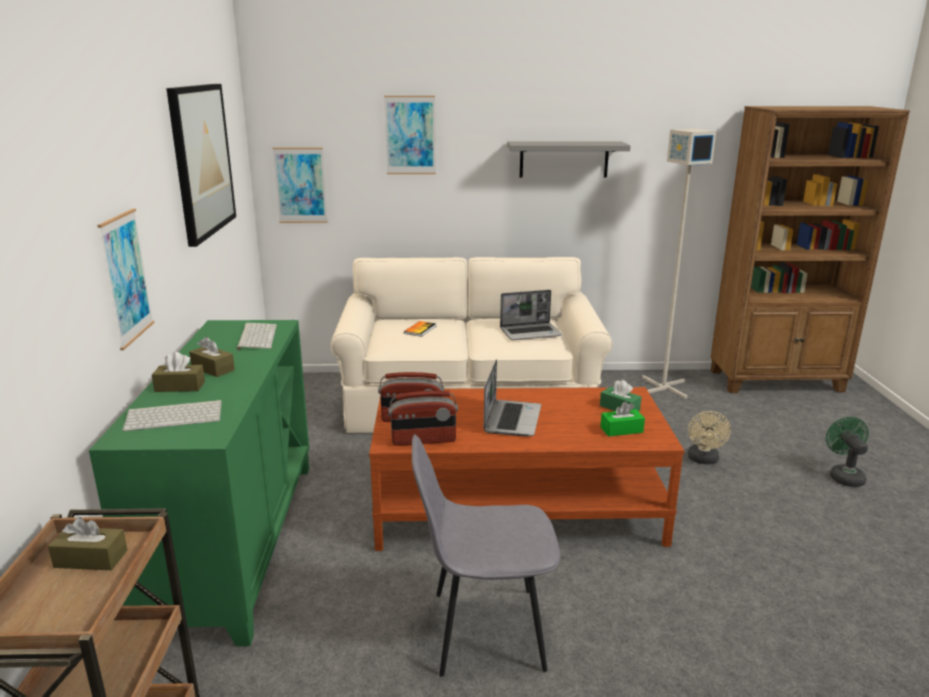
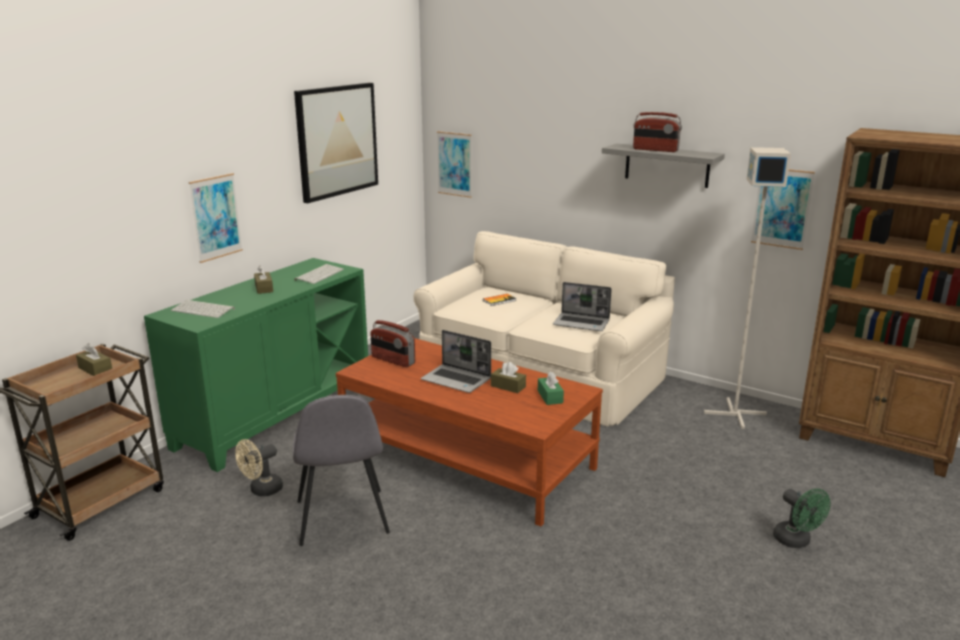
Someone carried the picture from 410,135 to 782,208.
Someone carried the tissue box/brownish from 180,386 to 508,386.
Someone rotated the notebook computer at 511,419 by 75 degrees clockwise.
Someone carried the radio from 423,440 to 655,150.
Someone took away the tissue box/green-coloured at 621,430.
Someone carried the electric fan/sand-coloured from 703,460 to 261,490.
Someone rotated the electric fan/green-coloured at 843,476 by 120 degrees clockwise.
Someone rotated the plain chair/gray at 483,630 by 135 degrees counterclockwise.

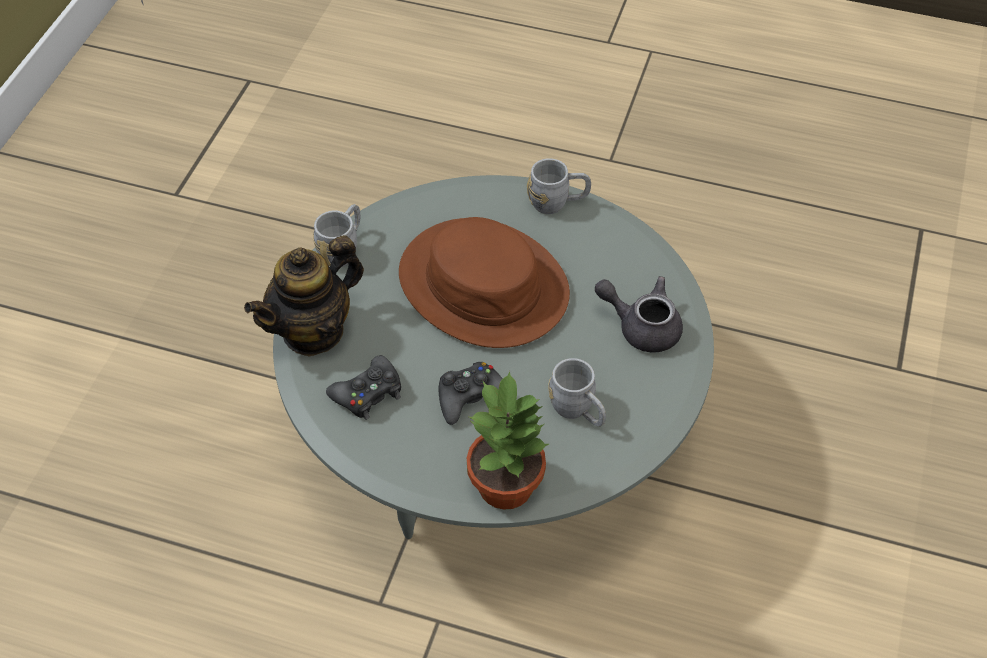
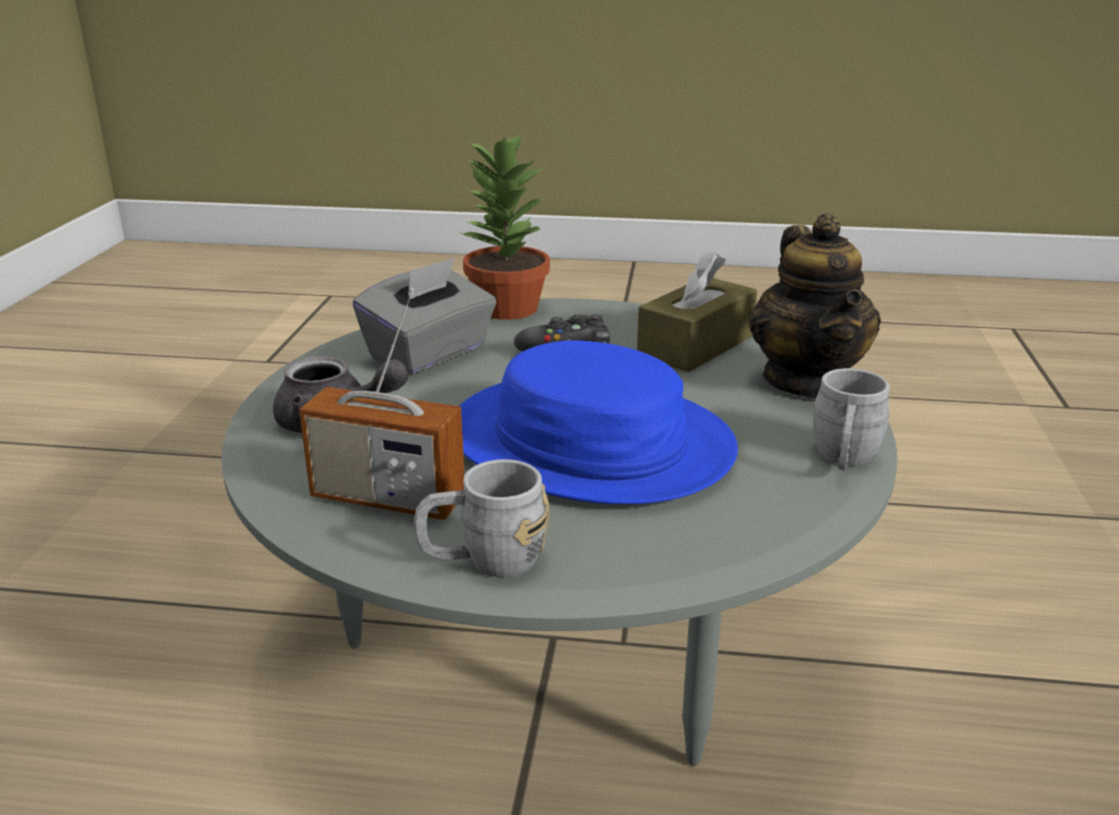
Someone repainted the clothing hat/brownish at 484,284, which became the clothing hat/blue at 589,442.
Someone rotated the pot for tea at 313,331 by 135 degrees clockwise.
Someone swapped the game controller/black-coloured at 368,393 for the tissue box/brownish at 696,346.
Someone swapped the coffee mug/gray at 578,411 for the tissue box/gray at 430,353.
Someone put down the radio at 388,498.

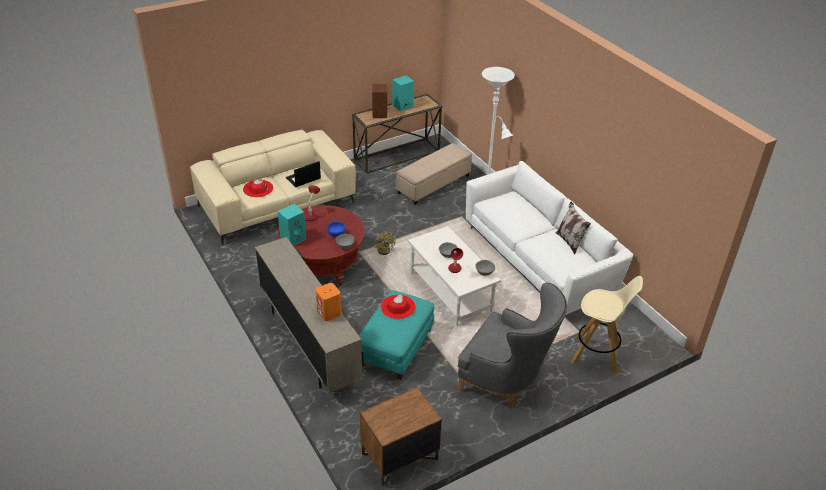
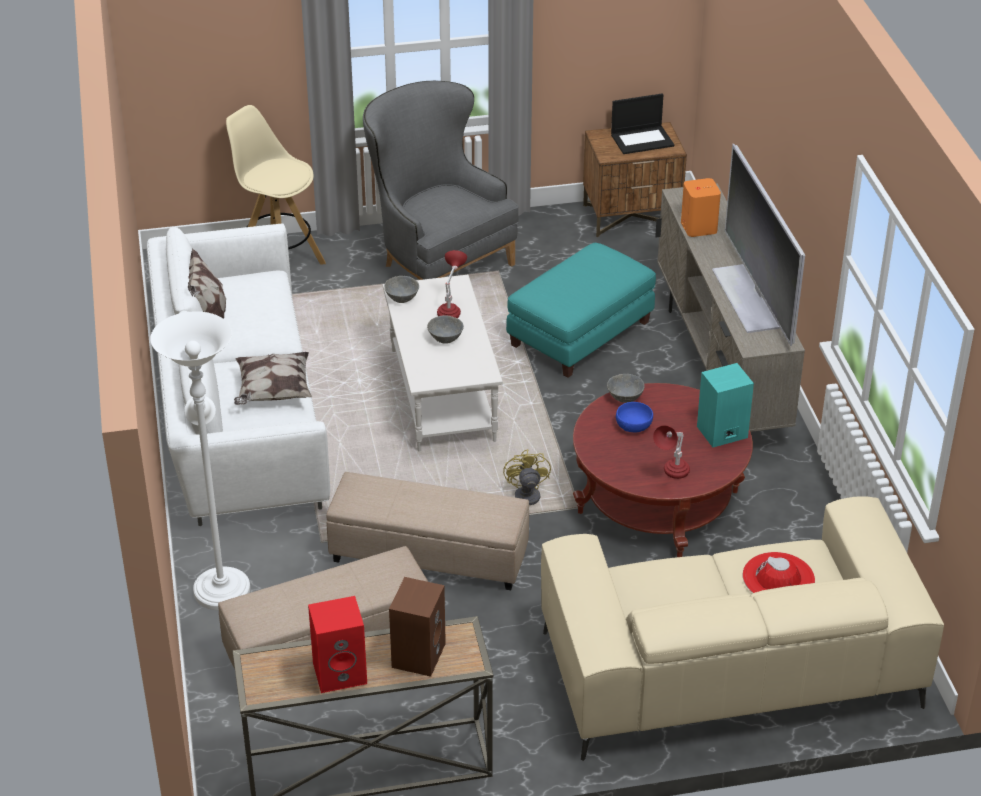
Someone repainted the loudspeaker/turquoise-coloured at 402,106, which became the loudspeaker/red at 341,672.
Someone carried the notebook computer from 303,178 to 642,140.
Someone took away the clothing hat/red at 398,307.
Someone put down the TV at 747,298.
Someone put down the pillow at 273,392.
Someone put down the pouffe/sand-coloured at 428,555.

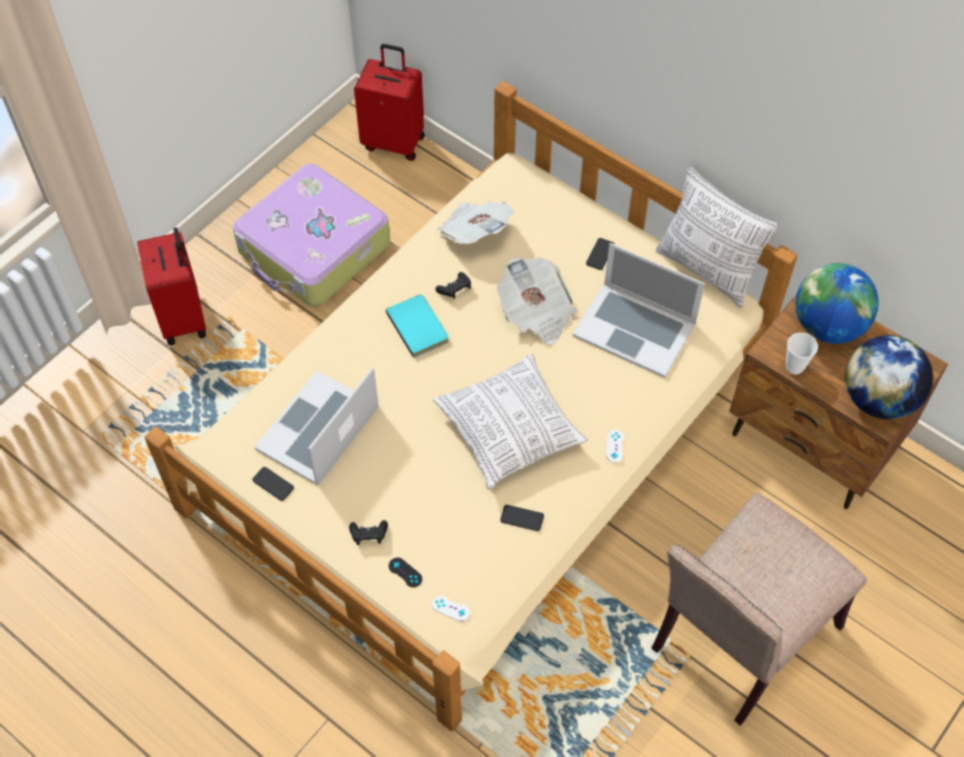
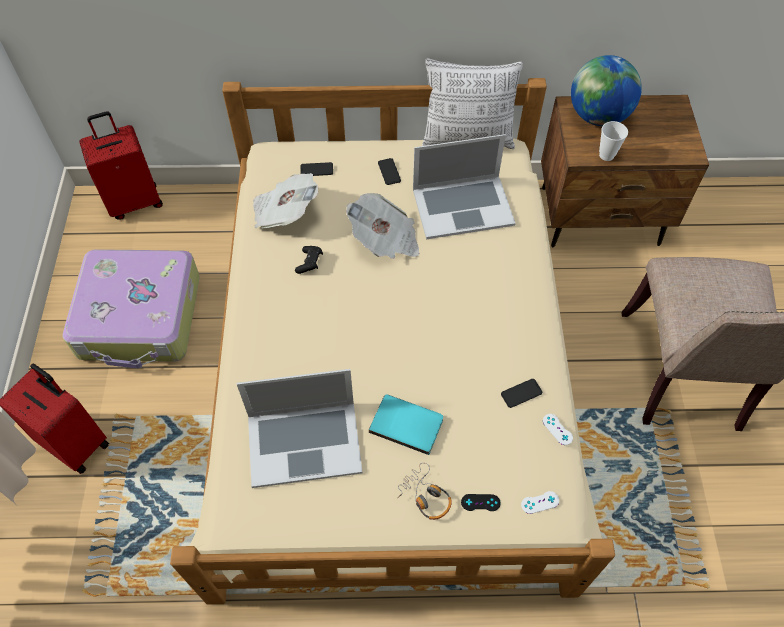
Someone carried the volume/turquoise-coloured from 419,326 to 407,423.
Someone took away the desk globe at 878,399.
Someone took away the pillow at 509,430.
Someone rotated the notebook computer at 318,428 by 90 degrees counterclockwise.
Someone carried the game controller/whitish from 615,446 to 557,429.
Someone carried the phone from 273,484 to 316,169.
Someone swapped the game controller/black-coloured at 369,535 for the headphones at 425,496.

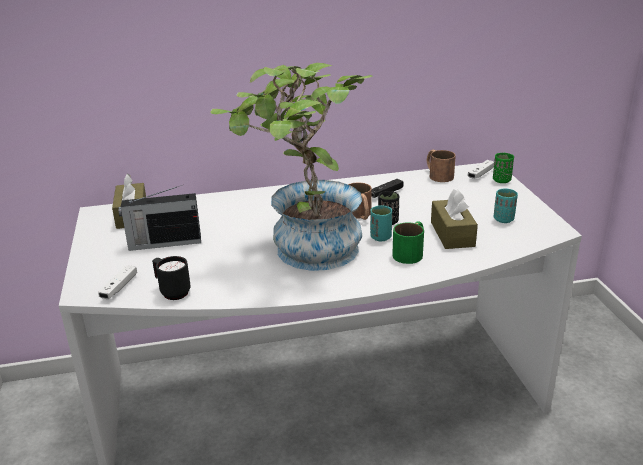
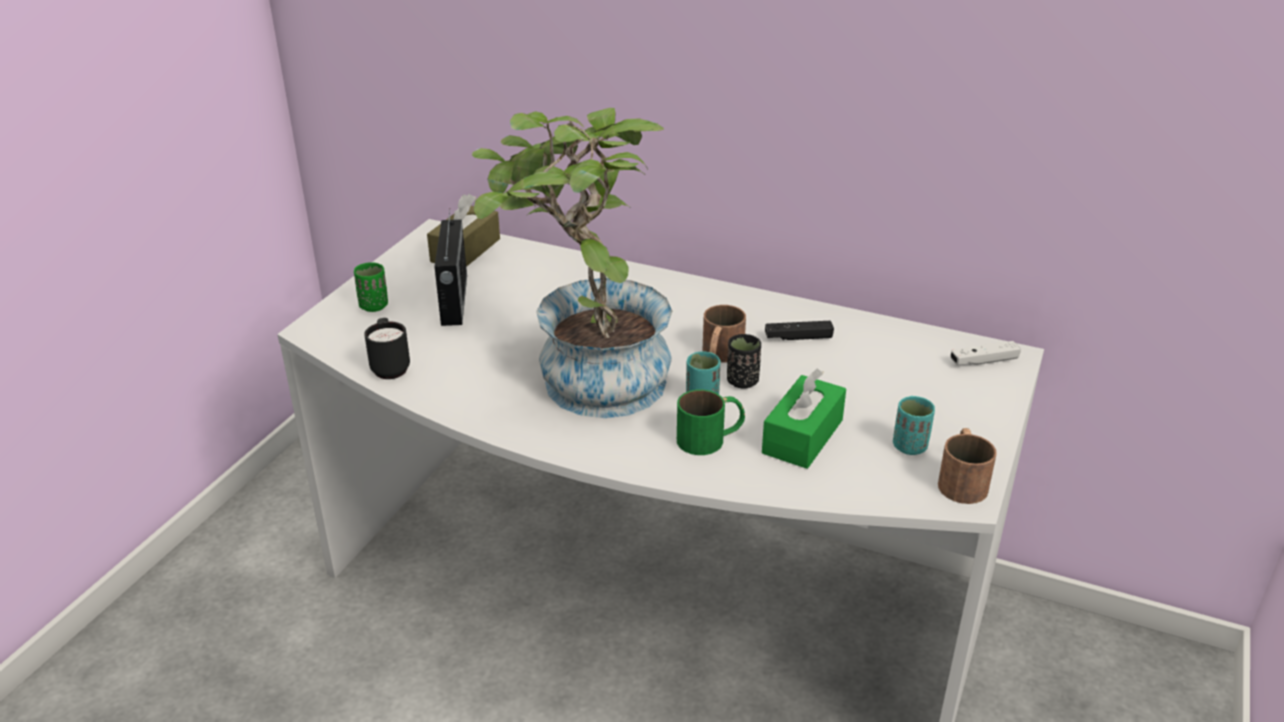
Someone carried the coffee mug/brownish from 437,175 to 961,479.
Someone carried the drinking cup/green-coloured from 501,180 to 374,306.
Someone rotated the radio at 163,243 by 120 degrees counterclockwise.
Someone repainted the tissue box/brownish at 452,234, which became the tissue box/green-coloured at 802,436.
Someone took away the game controller/whitish at 119,287.

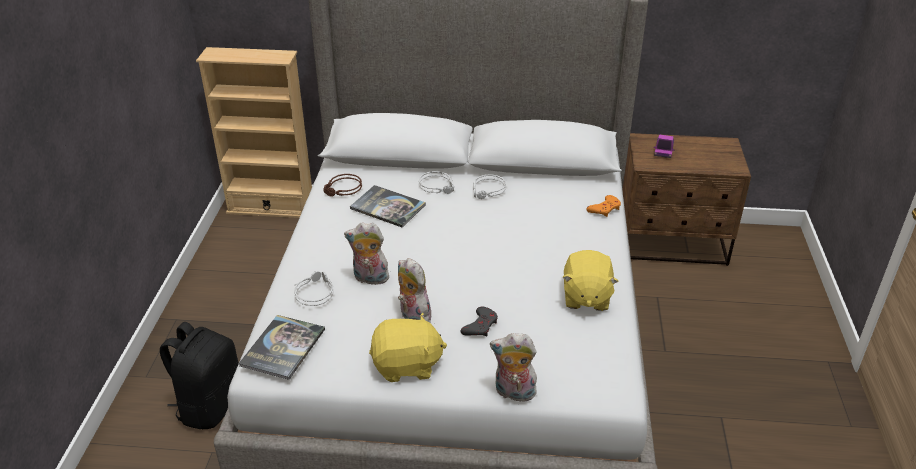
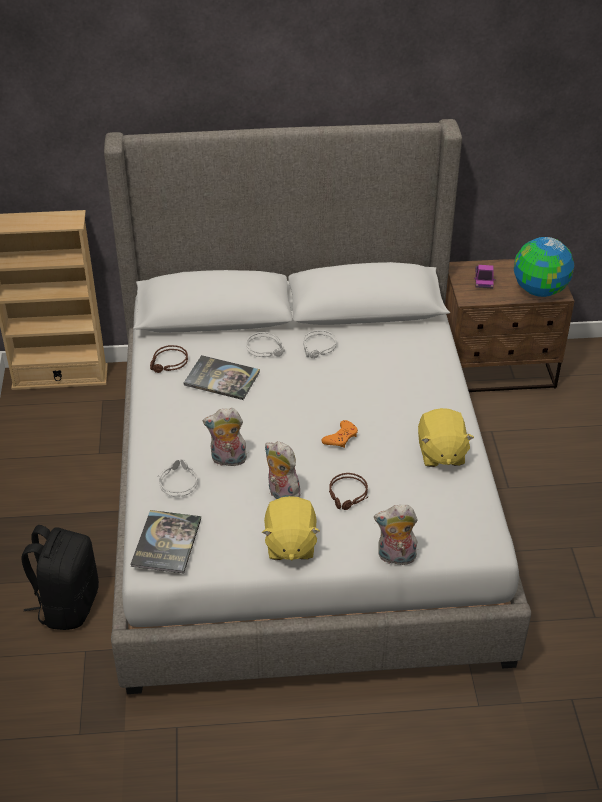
Someone carried the game controller/orangey from 604,209 to 341,437.
Someone swapped the game controller/gray at 480,326 for the headphones/brownish at 348,495.
Someone rotated the cuddly toy/yellow-coloured at 407,365 by 105 degrees clockwise.
Someone put down the desk globe at 539,290.

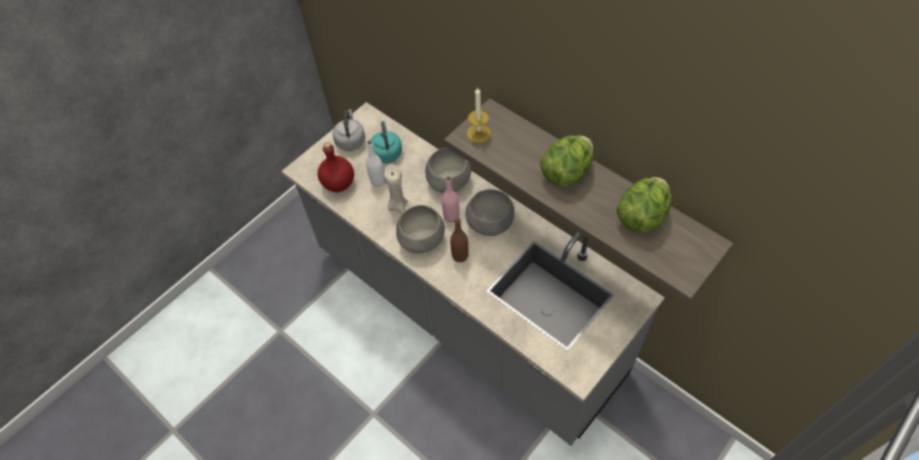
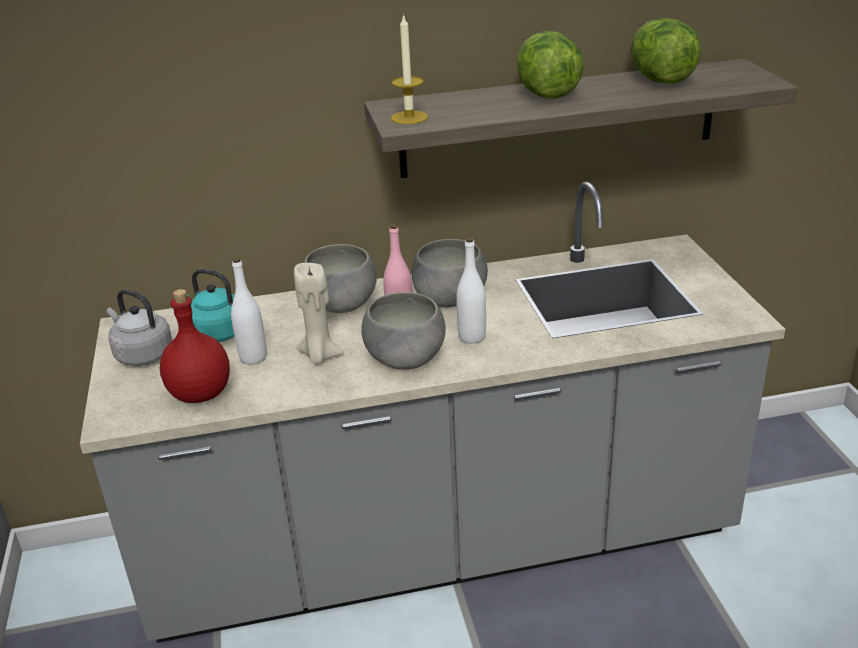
Someone repainted the beverage bottle/brownish at 460,256, which became the beverage bottle/whitish at 472,337.

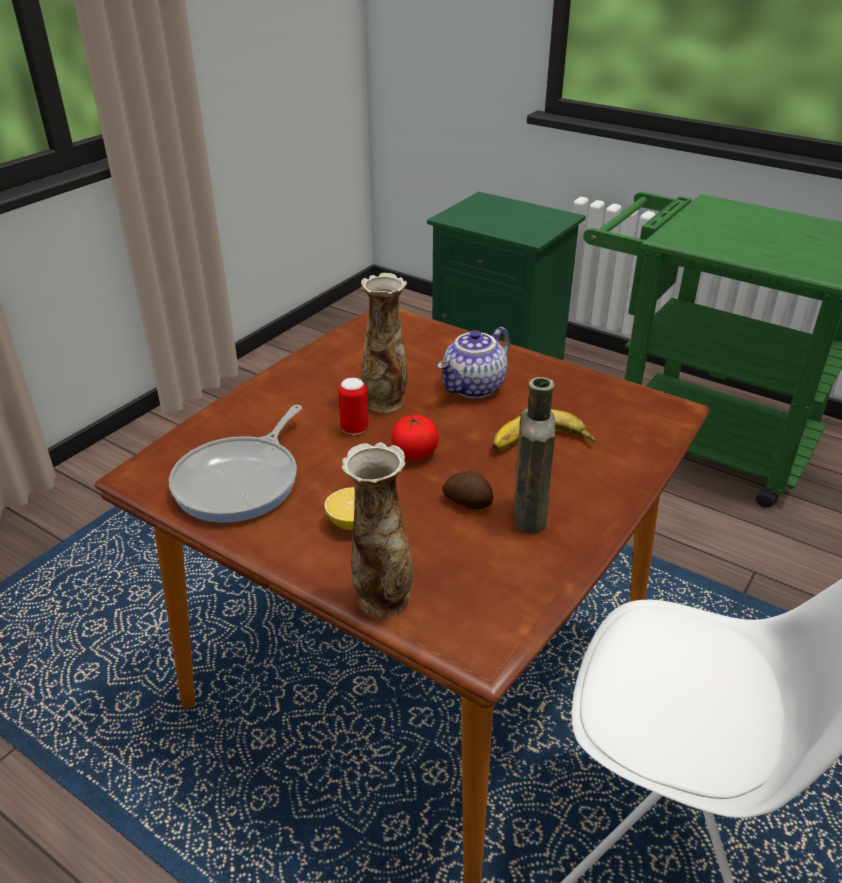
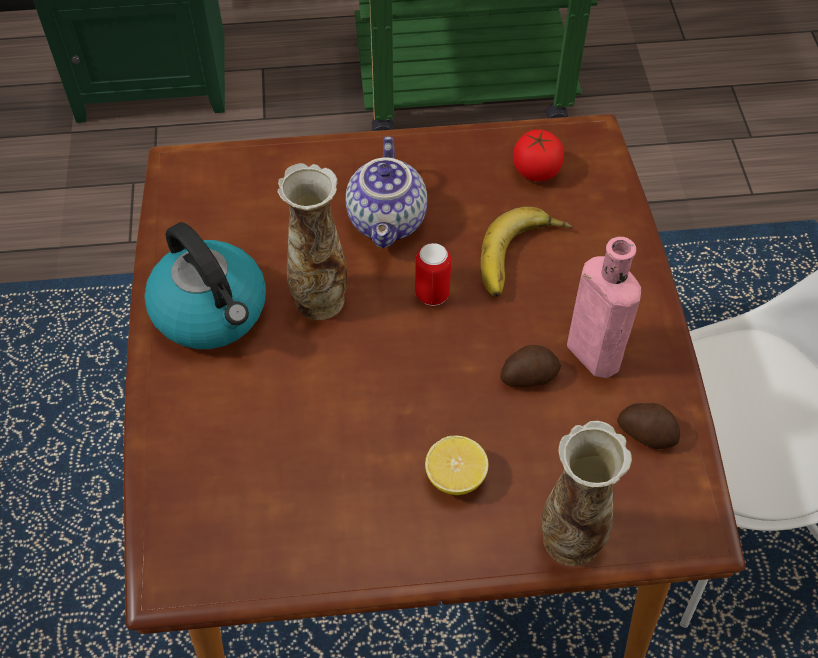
Someone repainted the beverage bottle/brownish at 529,512, which became the beverage bottle/pink at 590,350.
Someone carried the metal can from 354,429 to 432,294.
Someone took away the pan at 241,481.
Someone carried the whole tomato from 414,454 to 536,170.
Someone put down the water kettle at 212,311.
Someone put down the spud at 646,432.

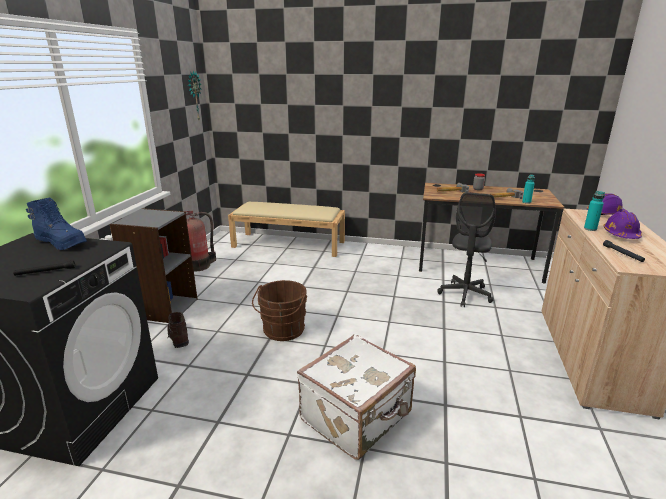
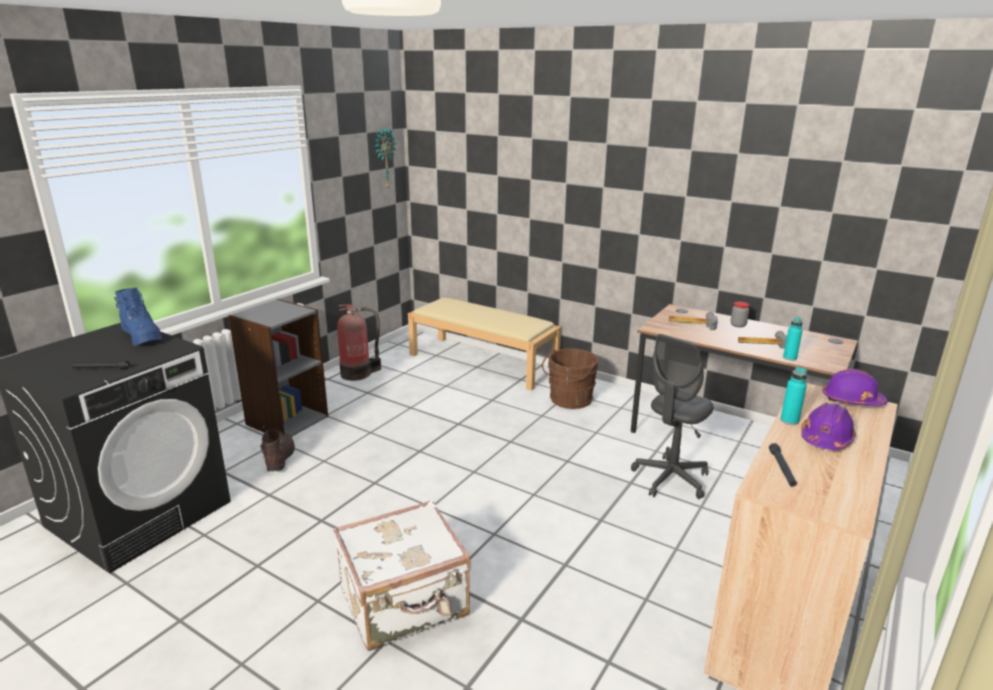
Someone carried the pail/brownish from 282,331 to 569,400.

